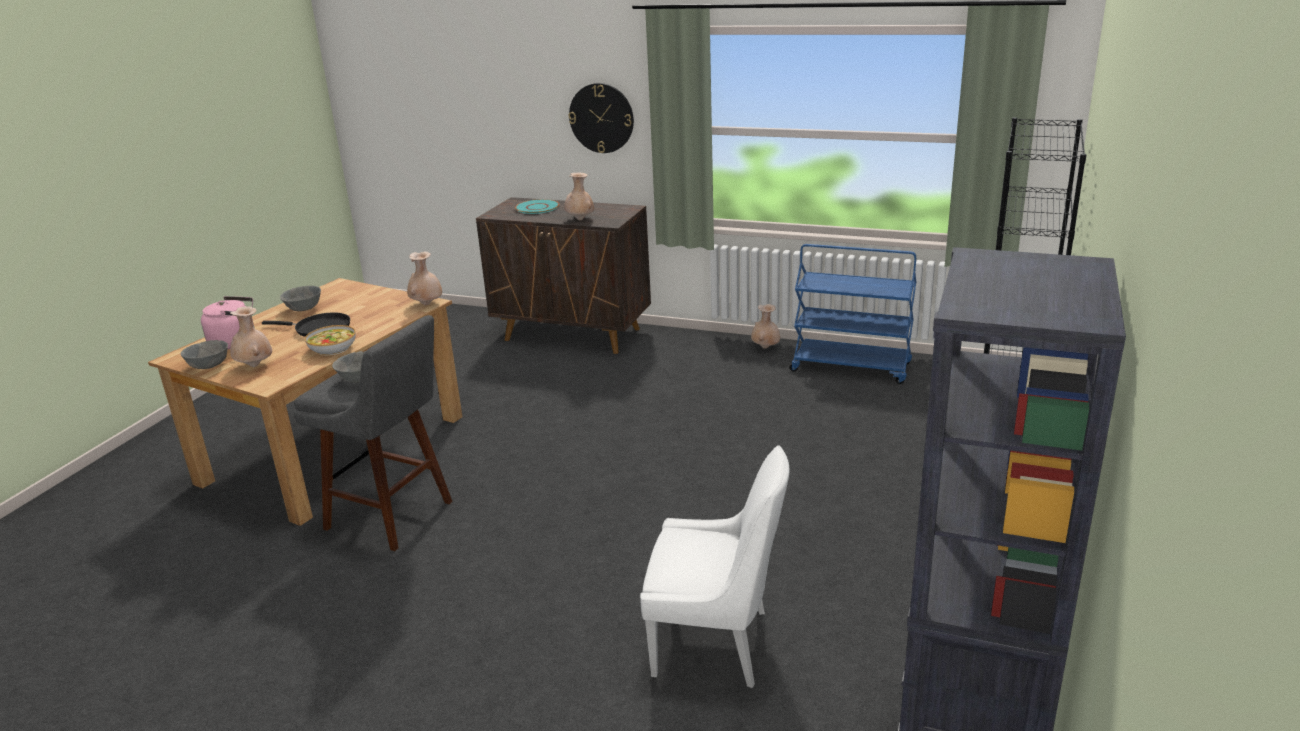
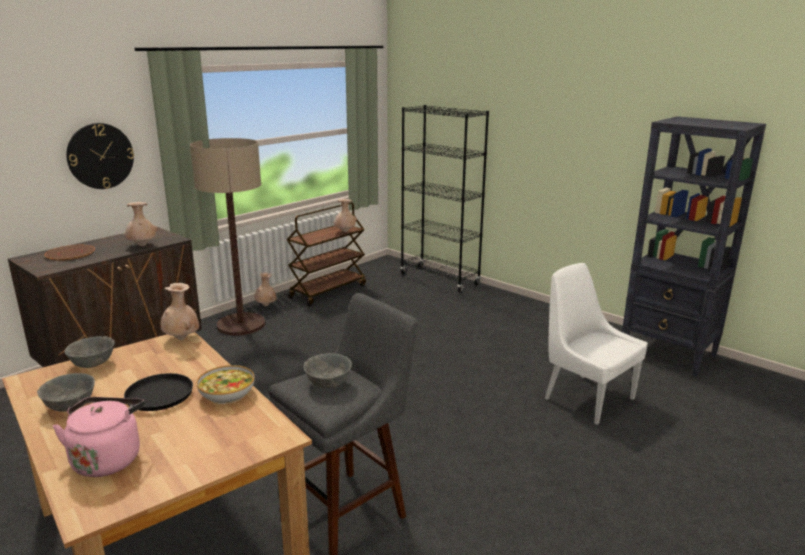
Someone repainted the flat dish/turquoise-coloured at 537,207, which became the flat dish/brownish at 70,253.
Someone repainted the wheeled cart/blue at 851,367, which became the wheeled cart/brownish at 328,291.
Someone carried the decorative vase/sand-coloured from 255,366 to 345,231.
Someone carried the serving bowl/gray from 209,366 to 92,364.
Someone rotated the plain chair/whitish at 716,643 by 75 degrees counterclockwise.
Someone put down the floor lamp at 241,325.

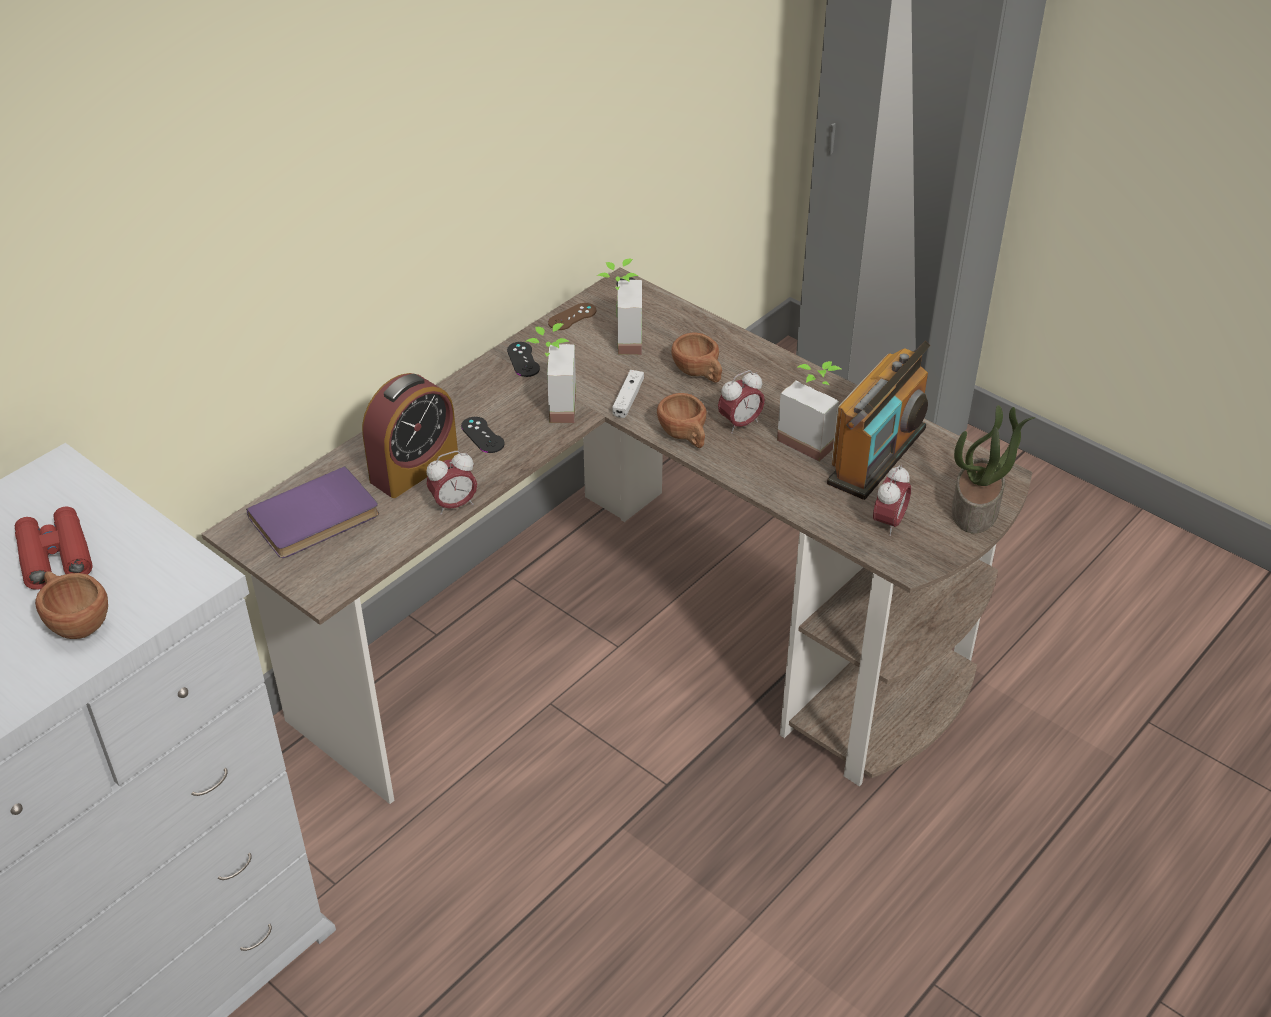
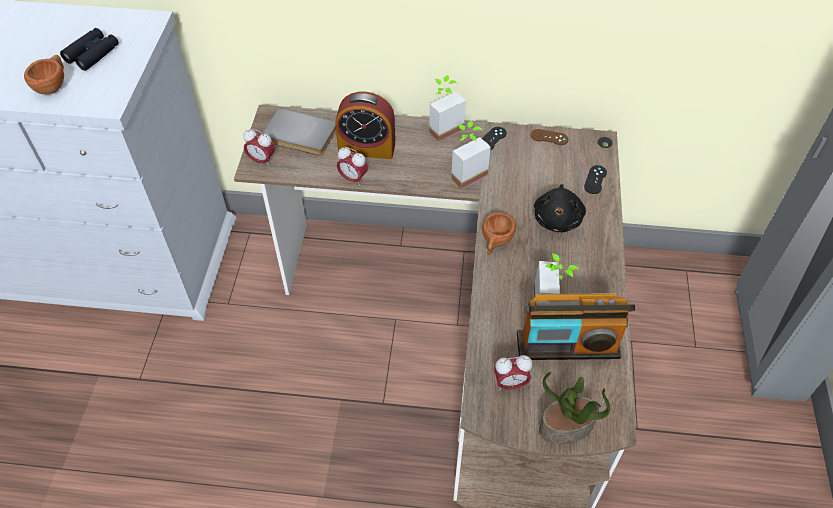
Someone carried the potted plant from 619,340 to 442,126.
Someone swapped the drinking cup/brownish at 699,373 for the cuddly toy/black-coloured at 557,218.
Someone took away the game controller/whitish at 628,399.
Someone carried the bedside clock from 740,424 to 261,160.
Someone carried the game controller/black-coloured from 482,435 to 595,180.
Someone repainted the volume/purple-coloured at 316,518, which became the volume/gray at 299,135.
Someone repainted the binoculars/red at 55,555, which became the binoculars/black-coloured at 92,54.

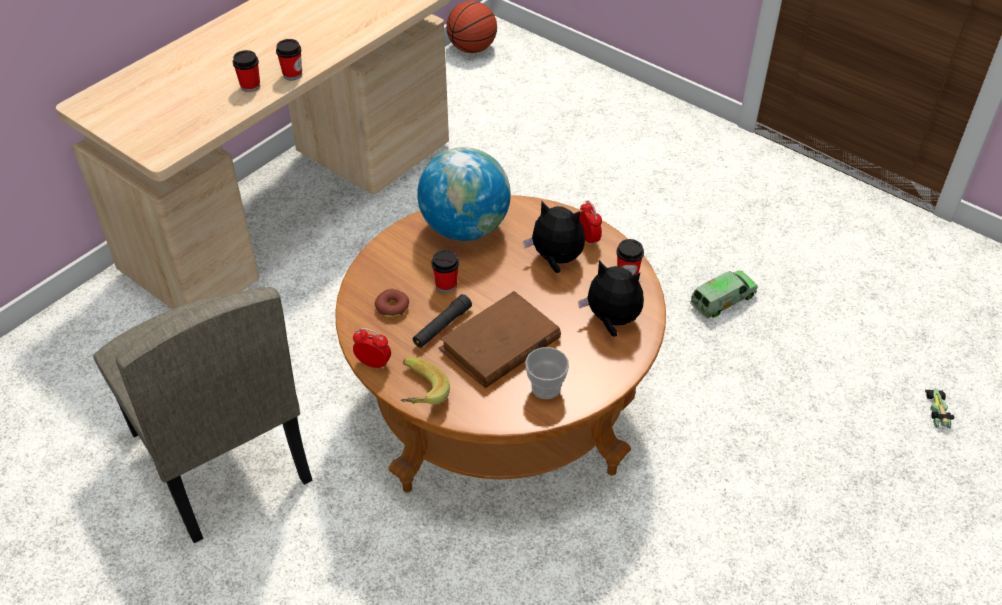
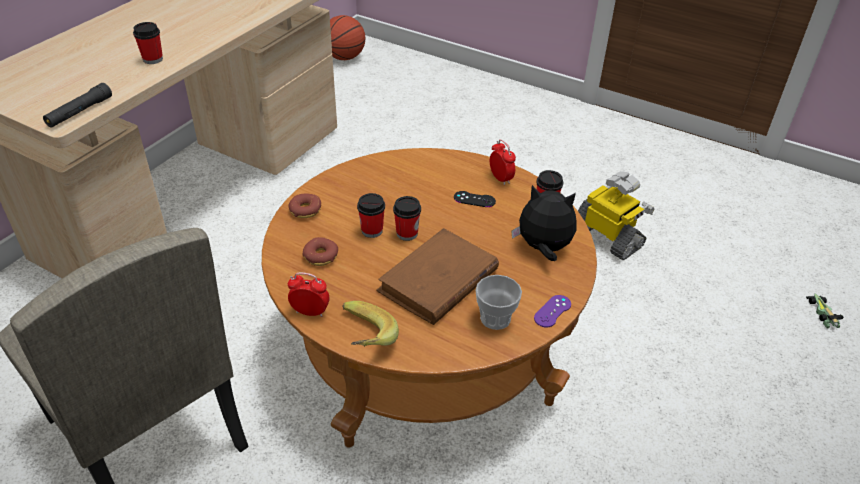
Someone carried the drinking cup from 292,74 to 407,233.
Someone took away the desk globe at 465,228.
Someone swapped the cuddly toy at 556,260 for the game controller/black-coloured at 474,199.
Someone swapped the model truck at 722,300 for the model robot at 608,238.
Someone carried the torch/black-coloured from 442,326 to 79,112.
Someone put down the ring doughnut at 305,210.
Someone put down the game controller/purple-coloured at 552,311.

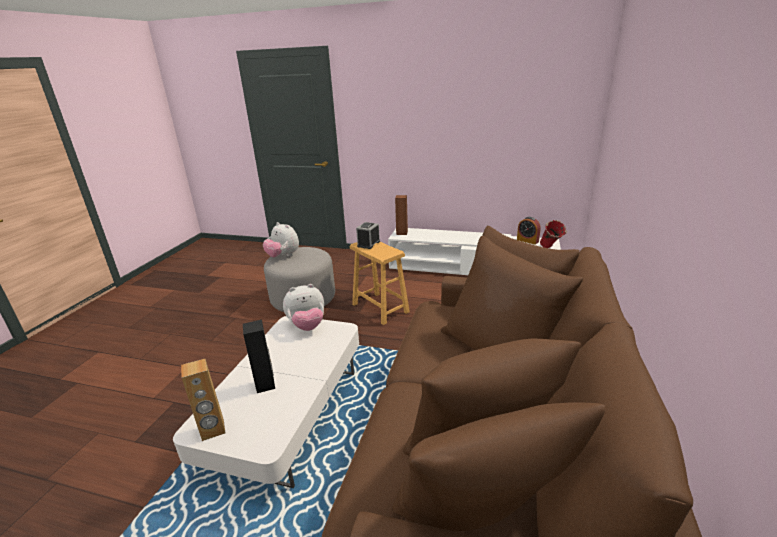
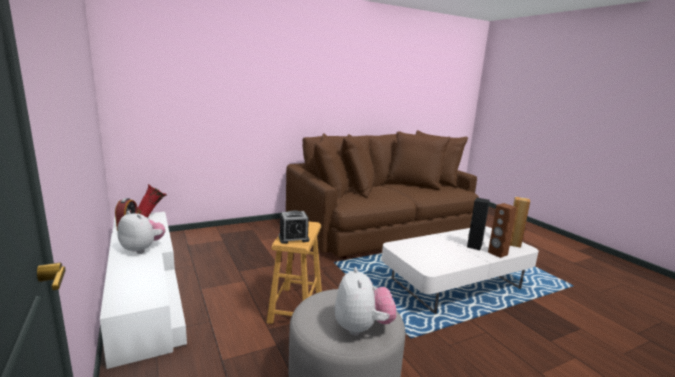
Someone carried the loudspeaker/brownish from 402,233 to 497,253.
Someone carried the cuddly toy from 307,326 to 142,249.

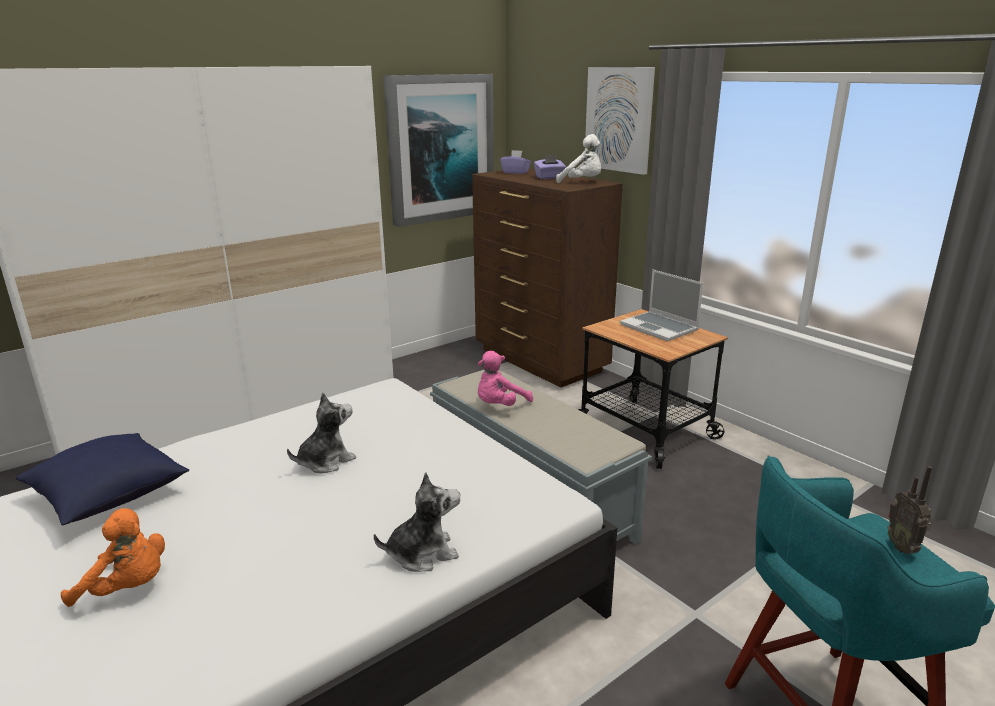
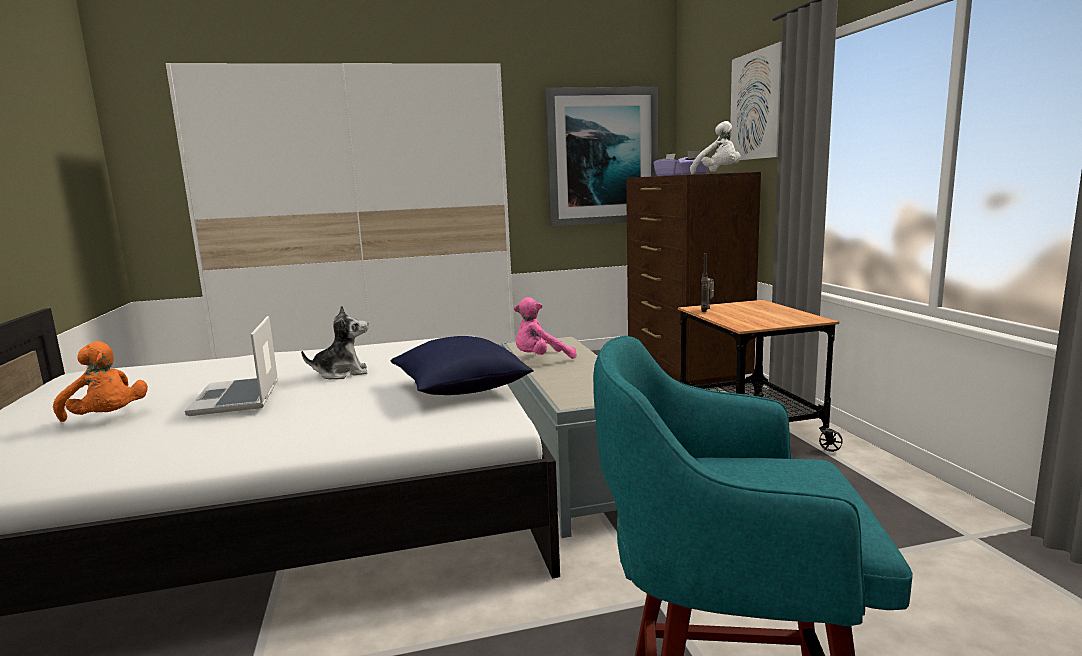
Someone carried the notebook computer from 660,328 to 237,398.
Someone carried the pillow/blue from 109,496 to 461,389.
Someone carried the radio from 903,547 to 707,311.
Someone took away the cuddly toy at 422,553.

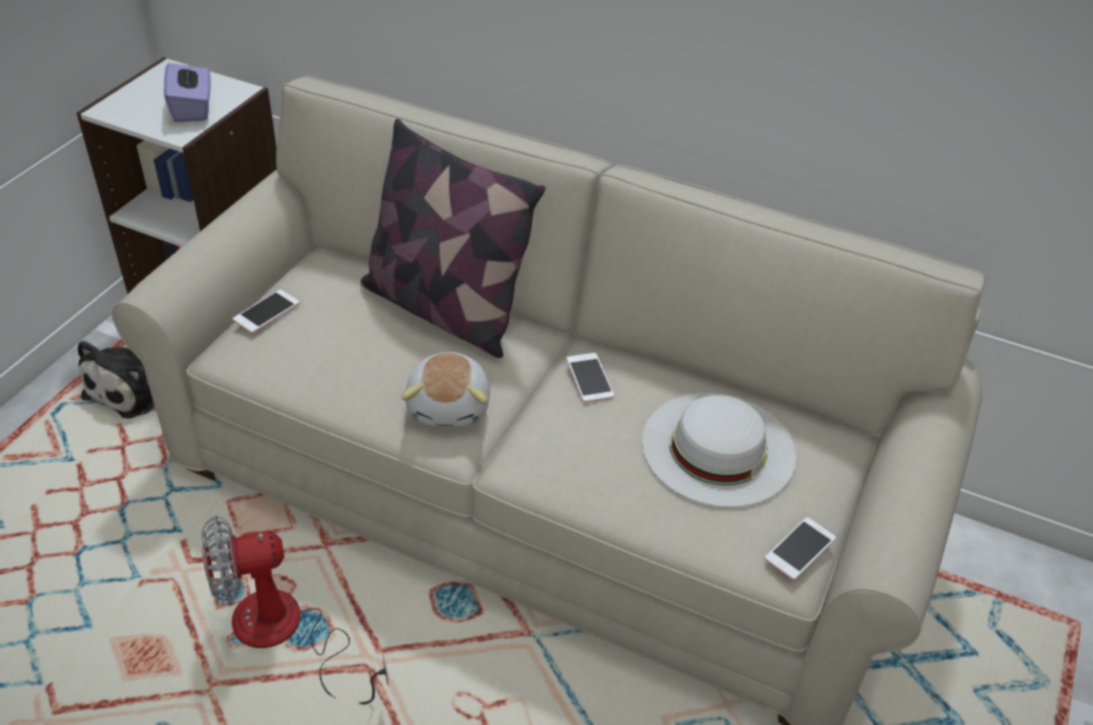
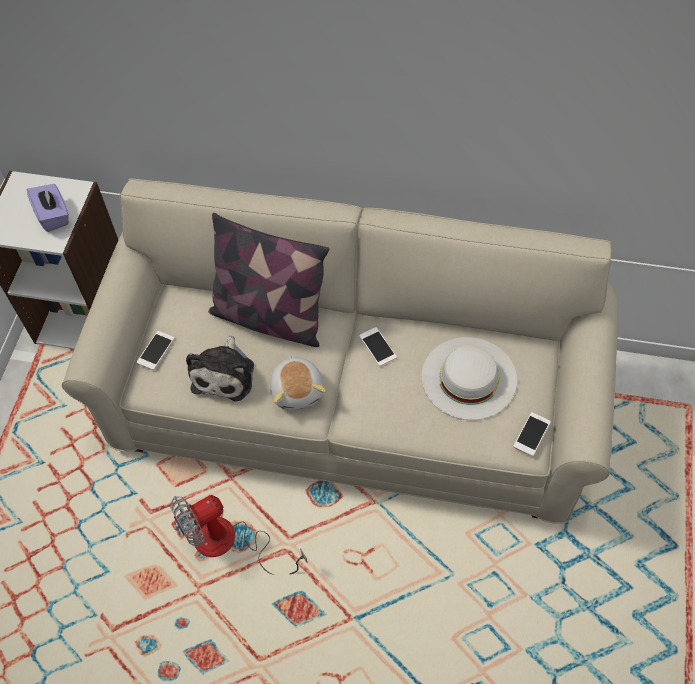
Someone carried the cuddly toy from 132,388 to 225,373.

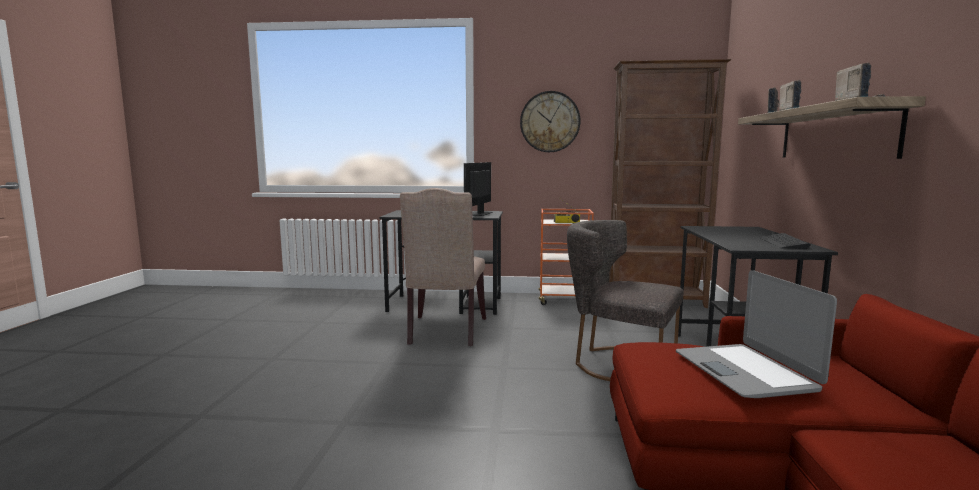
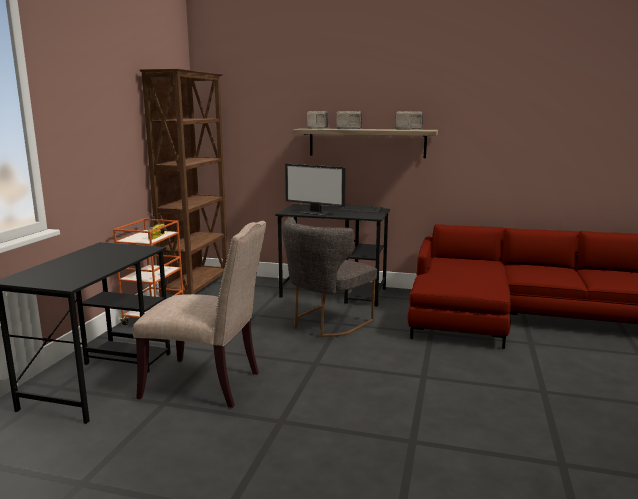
Someone took away the clock on the wall at 550,122.
Someone carried the computer display from 479,213 to 315,212.
Someone took away the notebook computer at 745,371.

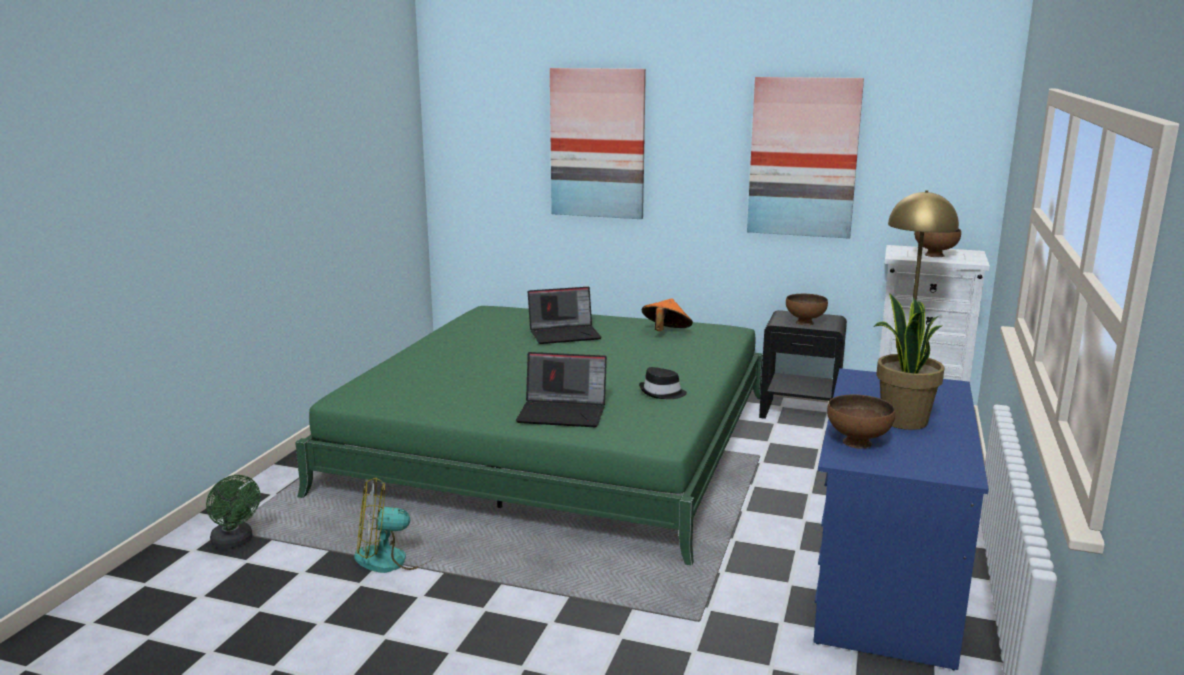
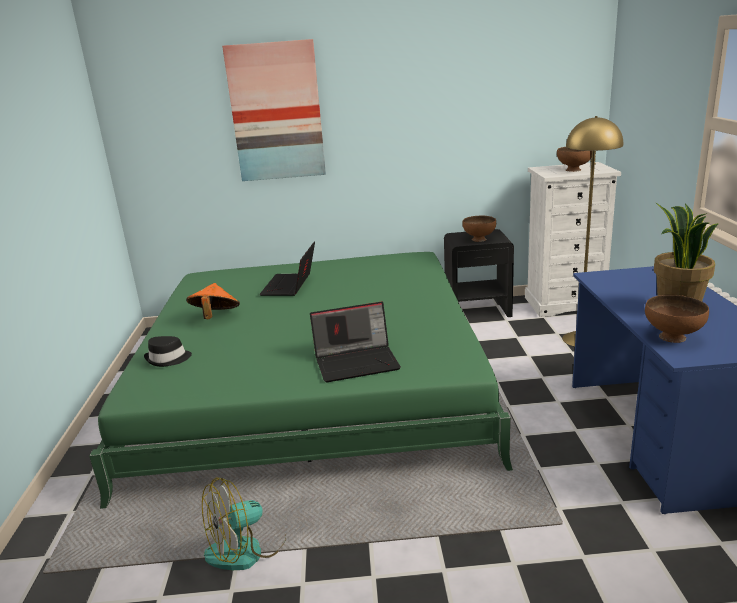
Someone took away the picture at 803,157.
Someone rotated the notebook computer at 565,334 by 135 degrees clockwise.
Someone carried the clothing hat/orangey from 666,332 to 215,317.
Someone carried the clothing hat/black-coloured from 662,393 to 168,359.
Someone took away the electric fan/green-coloured at 235,542.

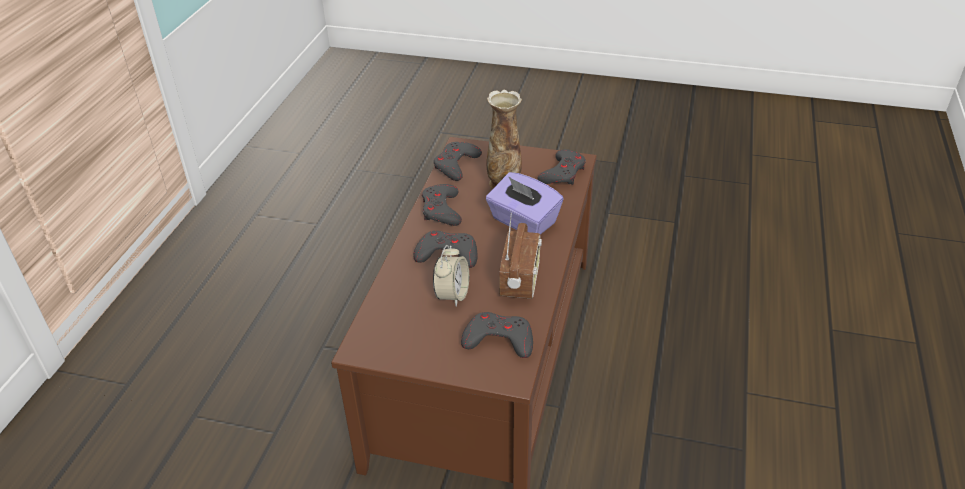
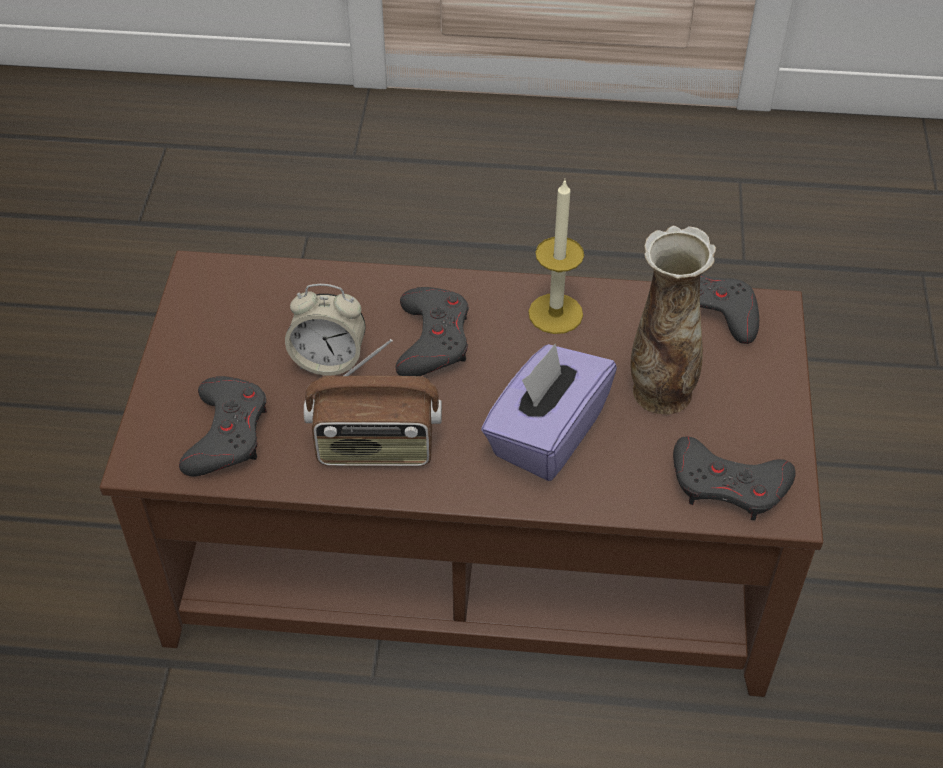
Someone swapped the game controller/gray at 441,210 for the wax candle at 555,313.

